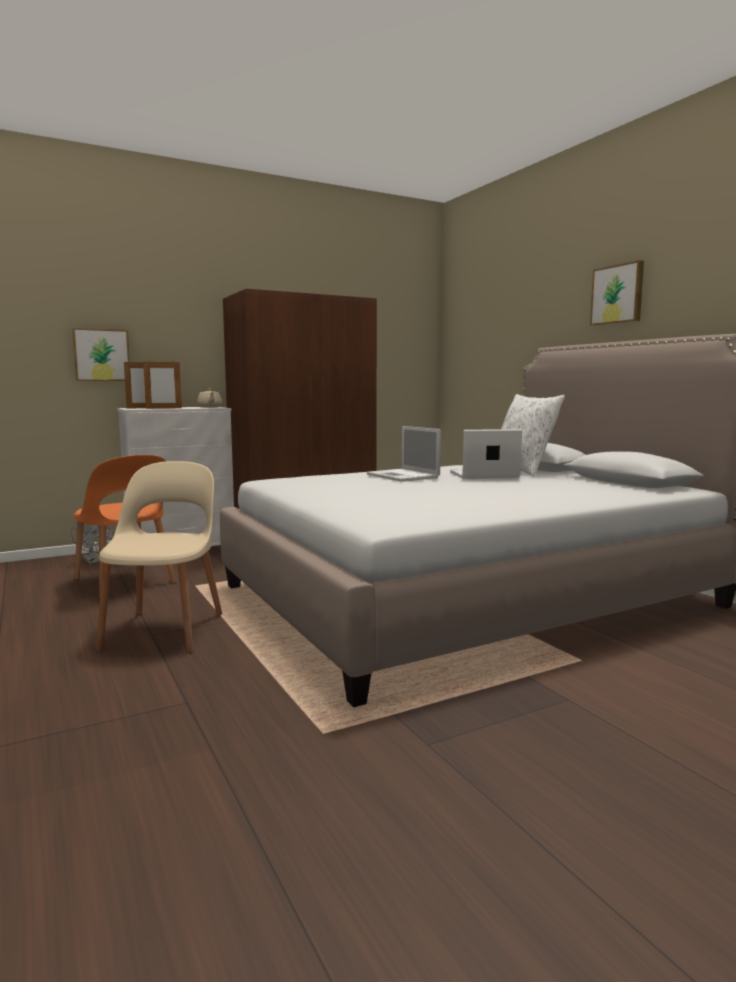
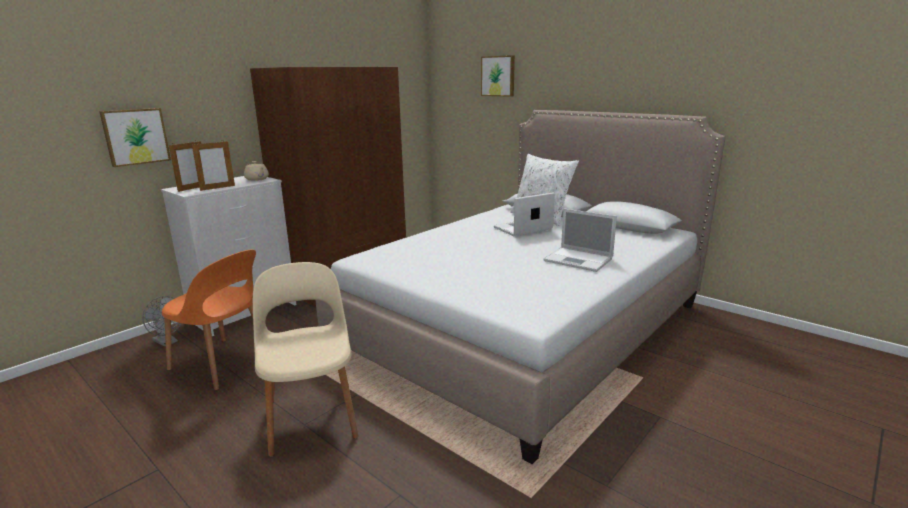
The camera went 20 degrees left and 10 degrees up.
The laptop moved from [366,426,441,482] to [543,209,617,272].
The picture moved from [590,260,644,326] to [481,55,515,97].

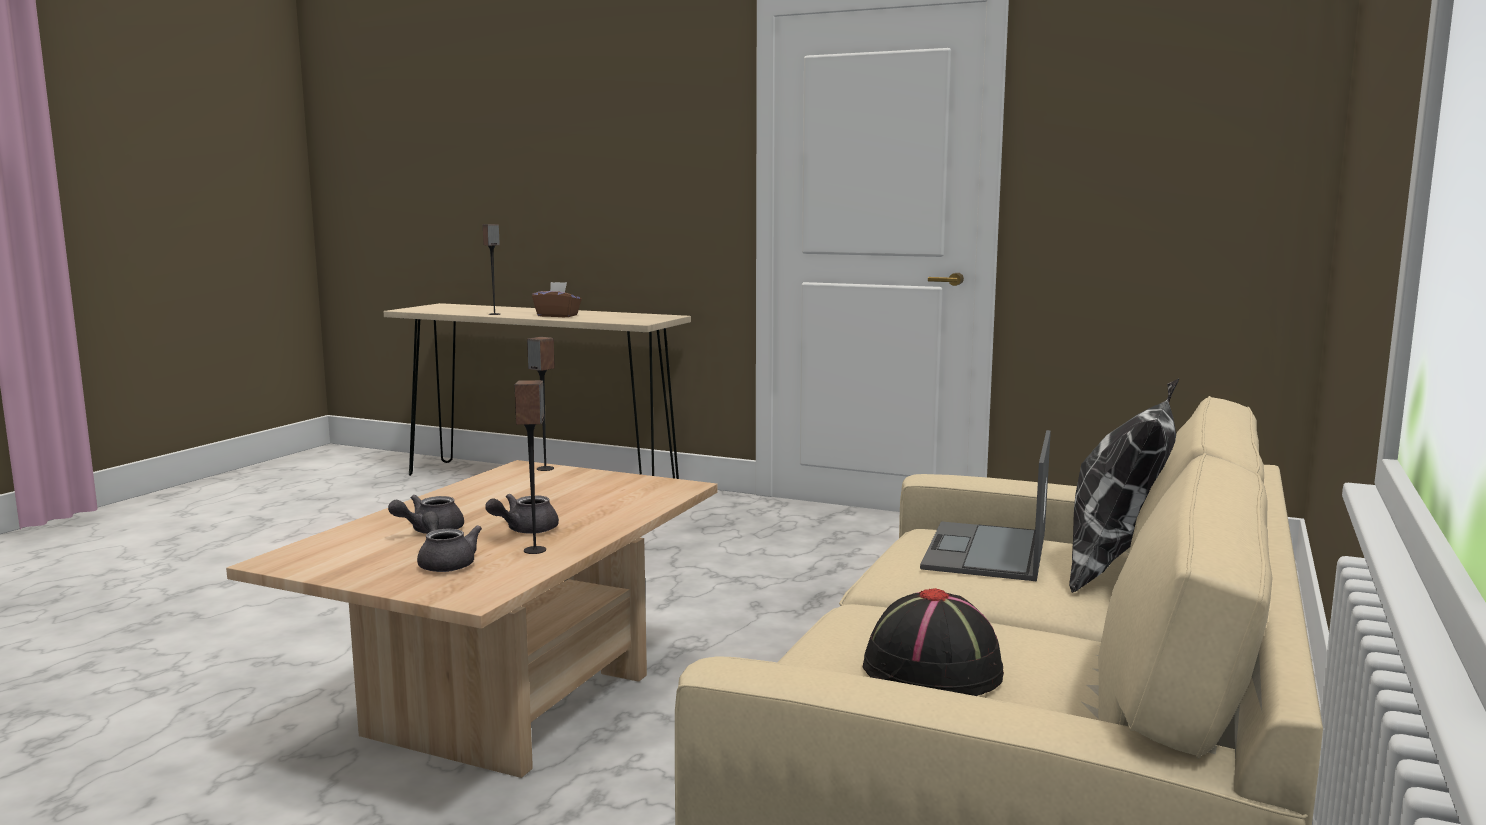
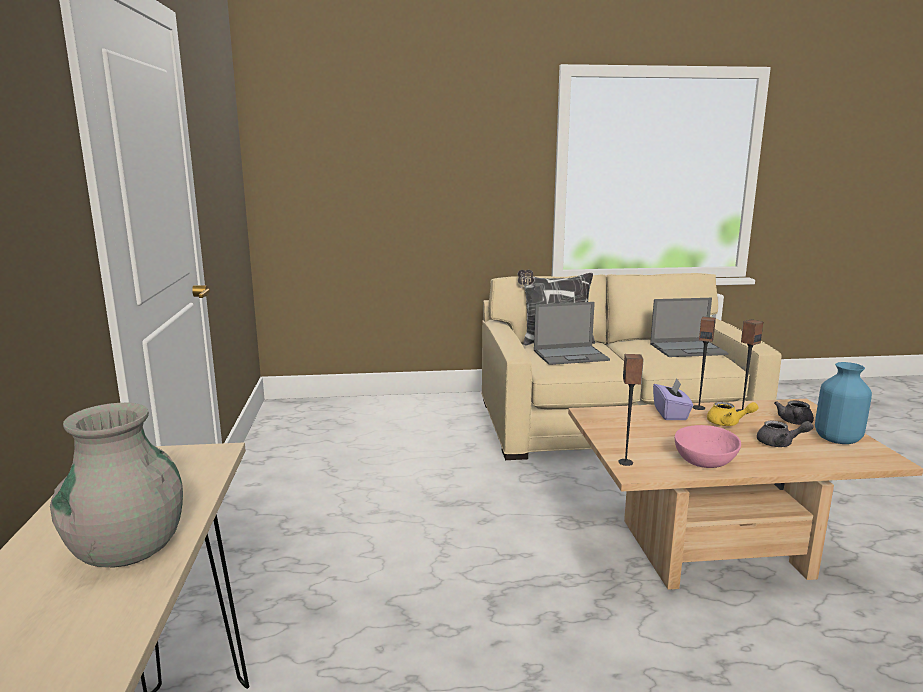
The camera went 120 degrees left and 5 degrees up.
The purple tissue box at [653,378,693,420] appeared.
The pink bowl at [675,425,741,468] appeared.
The blue vase at [815,362,872,444] appeared.
The speaker moved from [483,224,500,315] to [693,317,716,410].
The brown tissue box at [532,282,582,317] was replaced by the grey vase at [50,403,183,567].
The black hat at [863,588,1004,696] was replaced by the laptop at [650,298,728,357].
The grey teapot at [485,494,559,534] became the yellow teapot at [707,402,759,426].

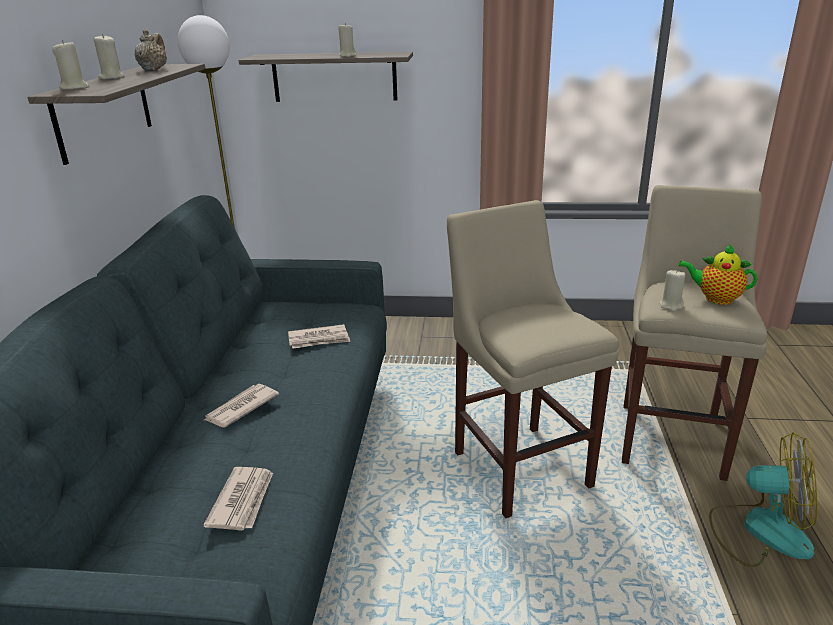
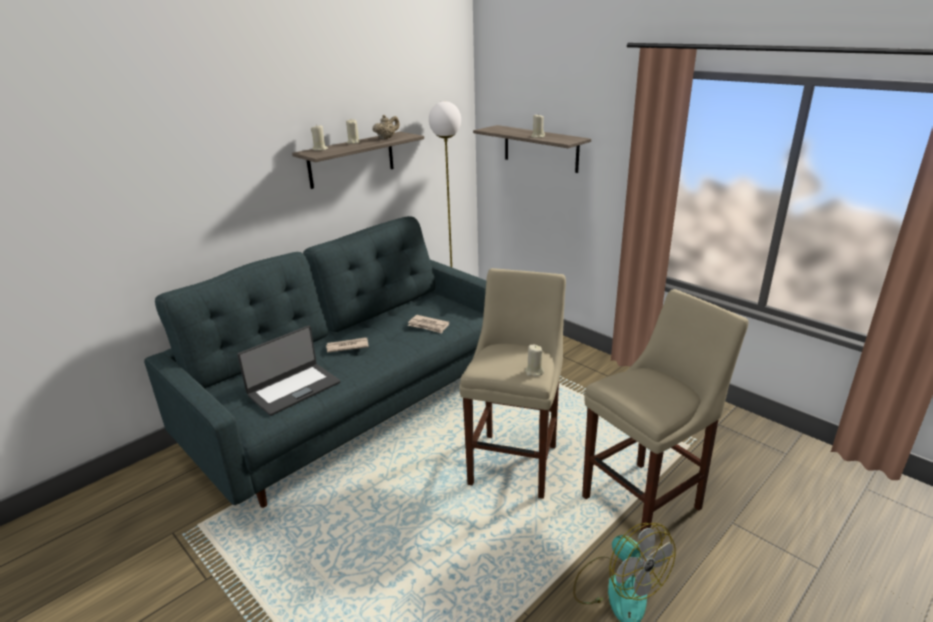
The camera went 40 degrees right and 0 degrees up.
The teapot at [678,244,757,305] disappeared.
The beige candle moved from [659,270,685,311] to [525,345,544,376].
The newspaper at [203,467,273,531] was replaced by the laptop at [237,325,340,416].

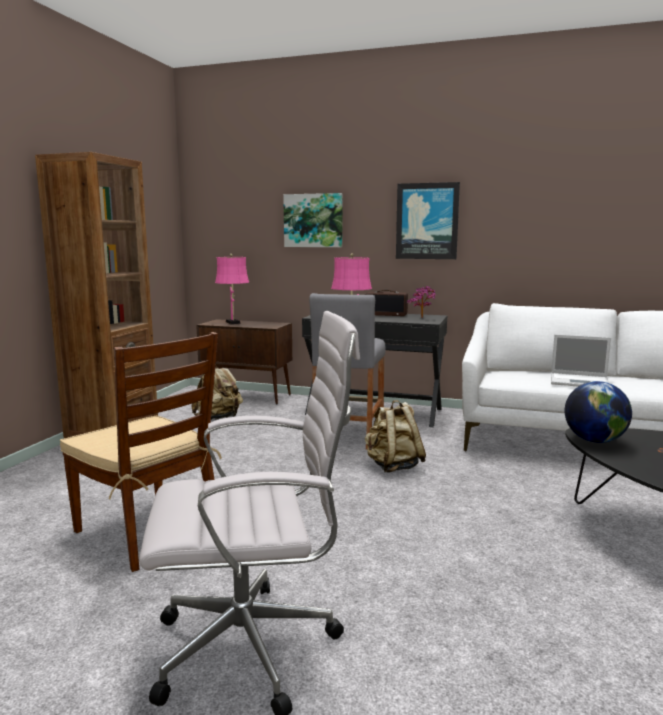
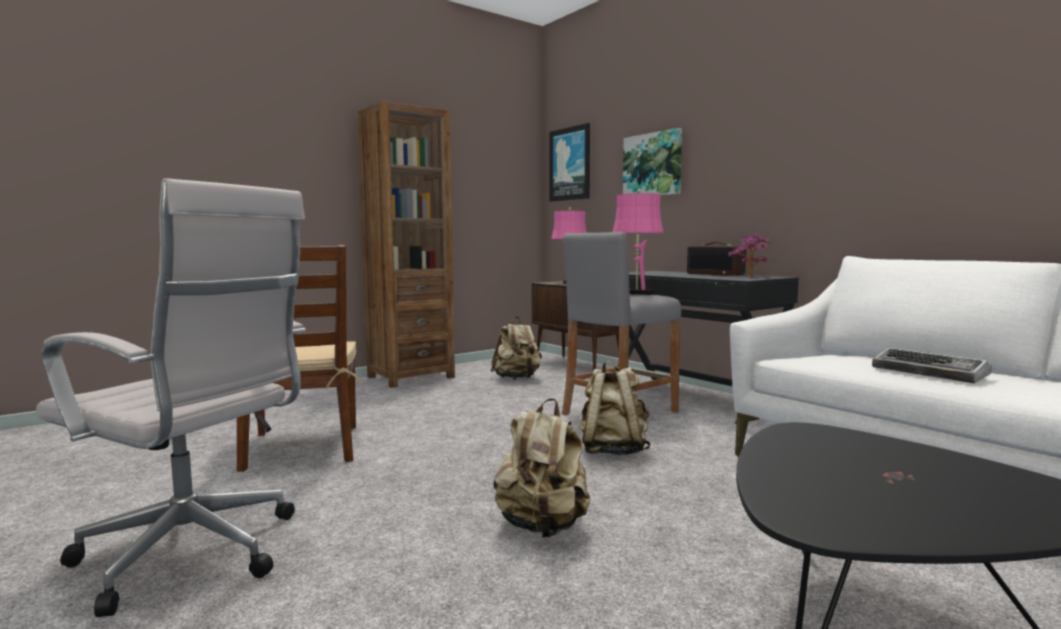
The camera went 35 degrees right and 5 degrees down.
The globe at [565,381,632,443] disappeared.
The beige backpack at [493,398,590,537] appeared.
The picture moved from [396,182,460,259] to [550,123,590,202].
The laptop at [551,334,611,386] was replaced by the keyboard at [872,347,992,383].

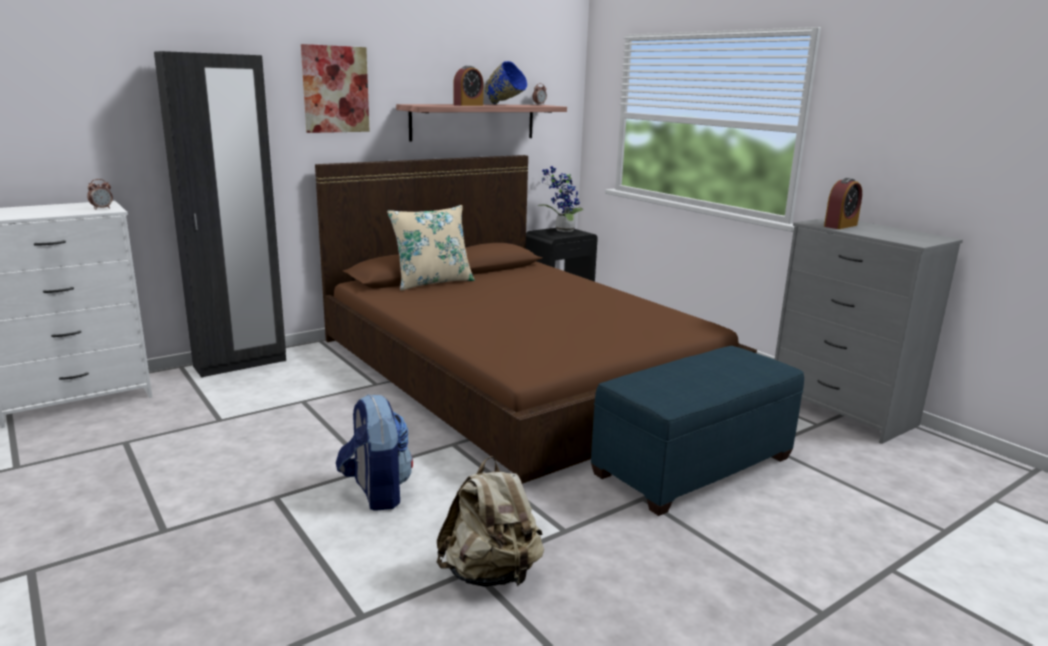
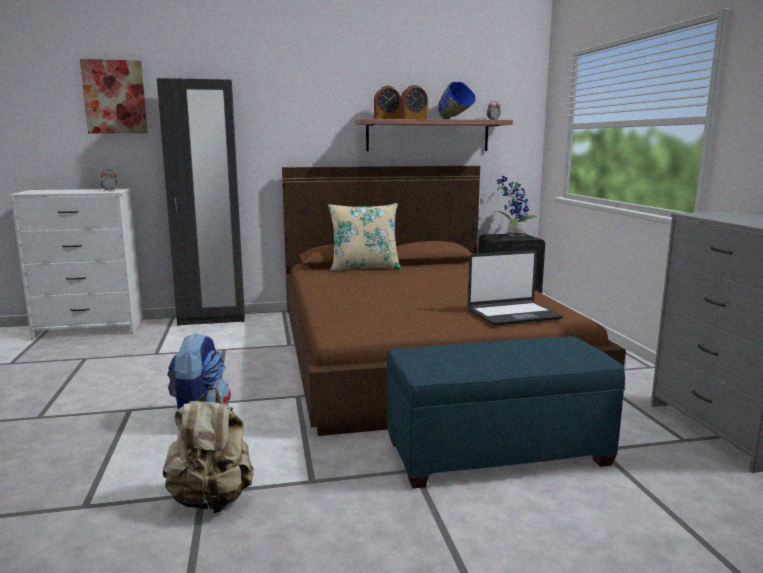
The camera went 25 degrees right and 5 degrees down.
The laptop at [468,250,563,326] appeared.
The picture moved from [301,44,370,133] to [80,59,148,134].
The alarm clock moved from [824,178,862,229] to [374,86,401,119].

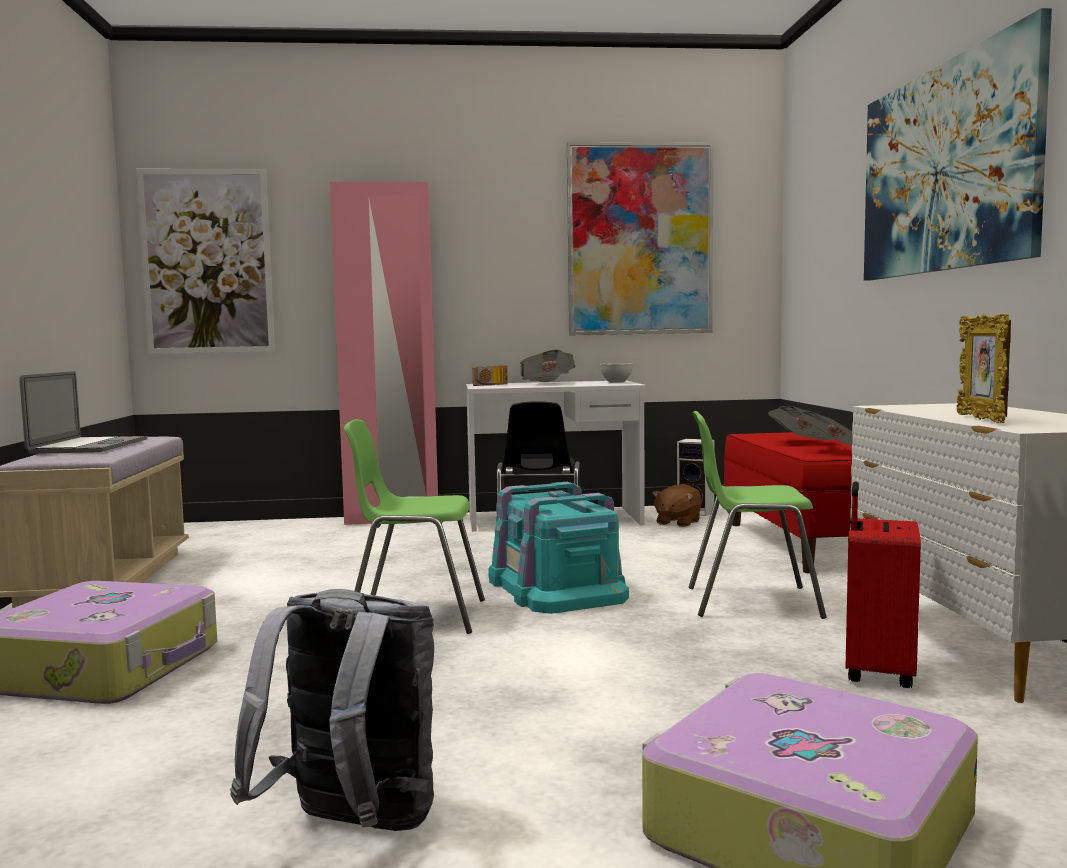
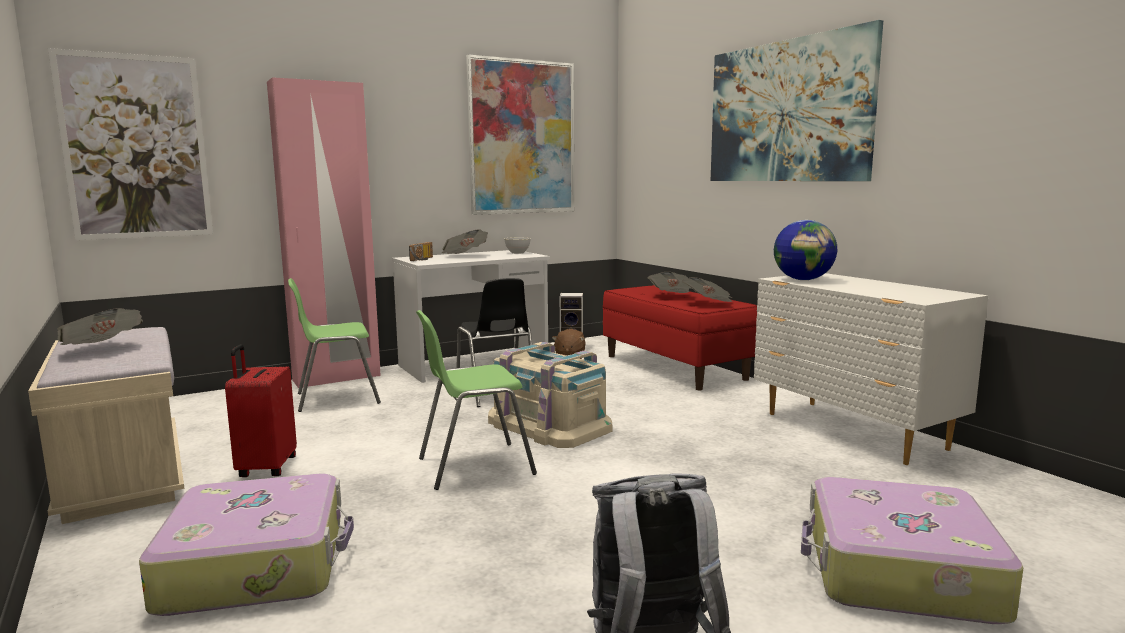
The camera went 25 degrees left and 5 degrees up.
The picture frame at [956,314,1011,423] disappeared.
The globe at [774,220,837,280] appeared.
The green chair moved from [689,411,827,619] to [288,278,381,412].
The red suitcase moved from [846,482,921,688] to [225,344,297,477].
The laptop at [19,371,147,454] was replaced by the newspaper at [57,308,143,345].
The turquoise storage box at [489,482,629,614] became the beige storage box at [488,342,612,448].

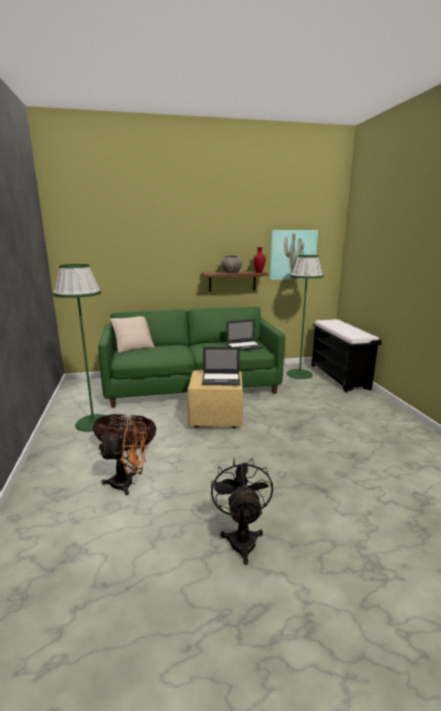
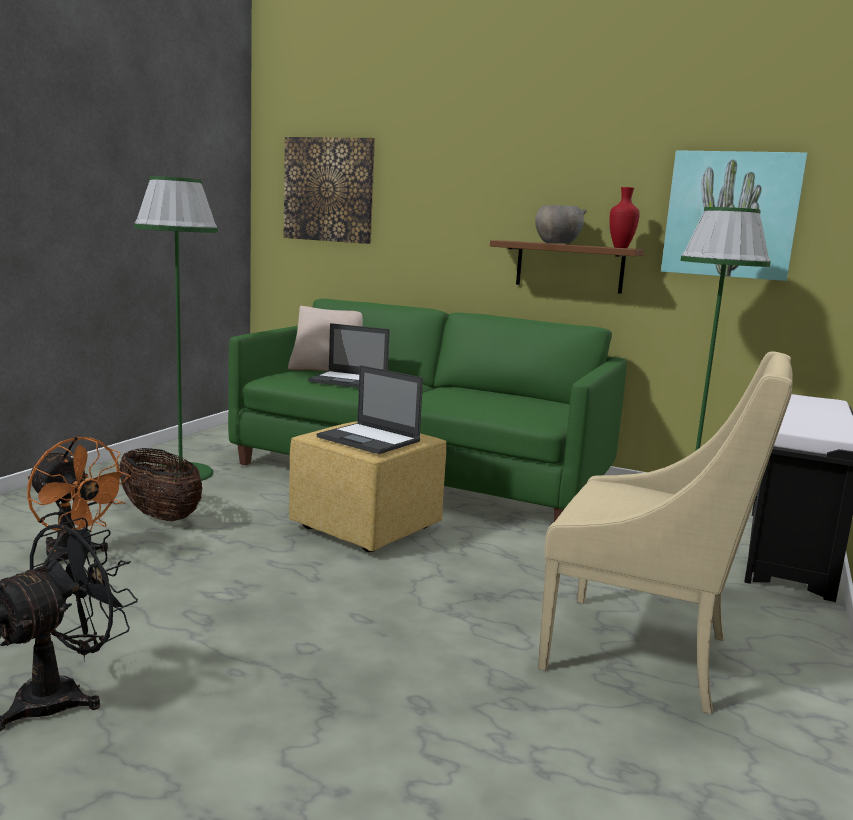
The camera went 35 degrees right and 5 degrees down.
The picture at [284,137,375,244] appeared.
The beige armchair at [538,351,793,714] appeared.
The laptop moved from [226,319,263,351] to [308,323,390,388].

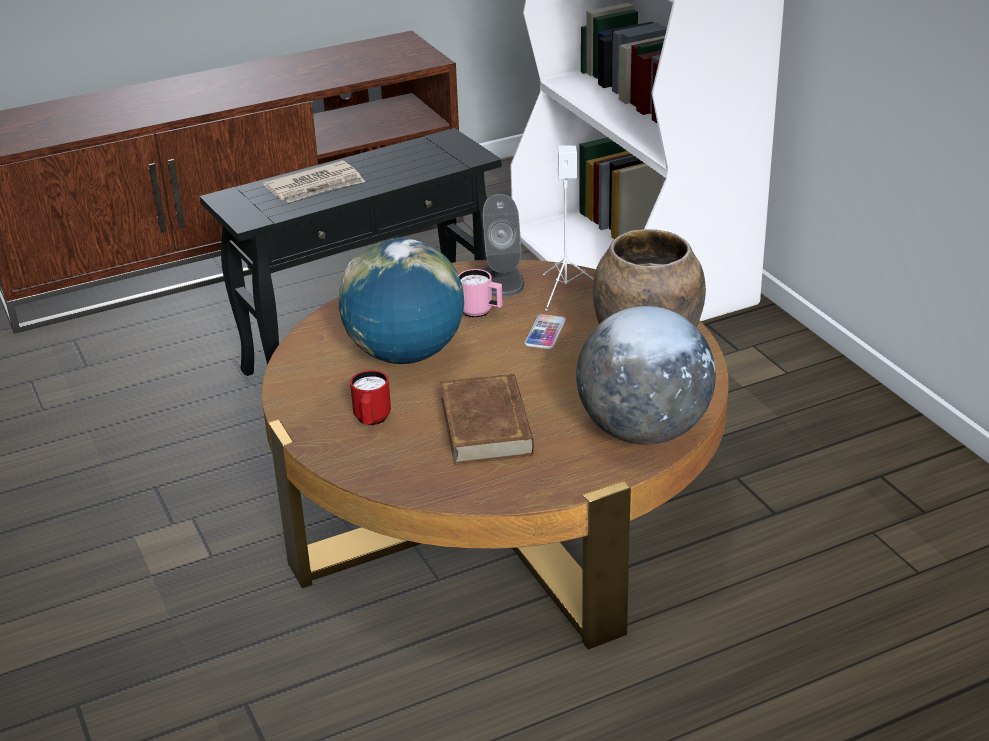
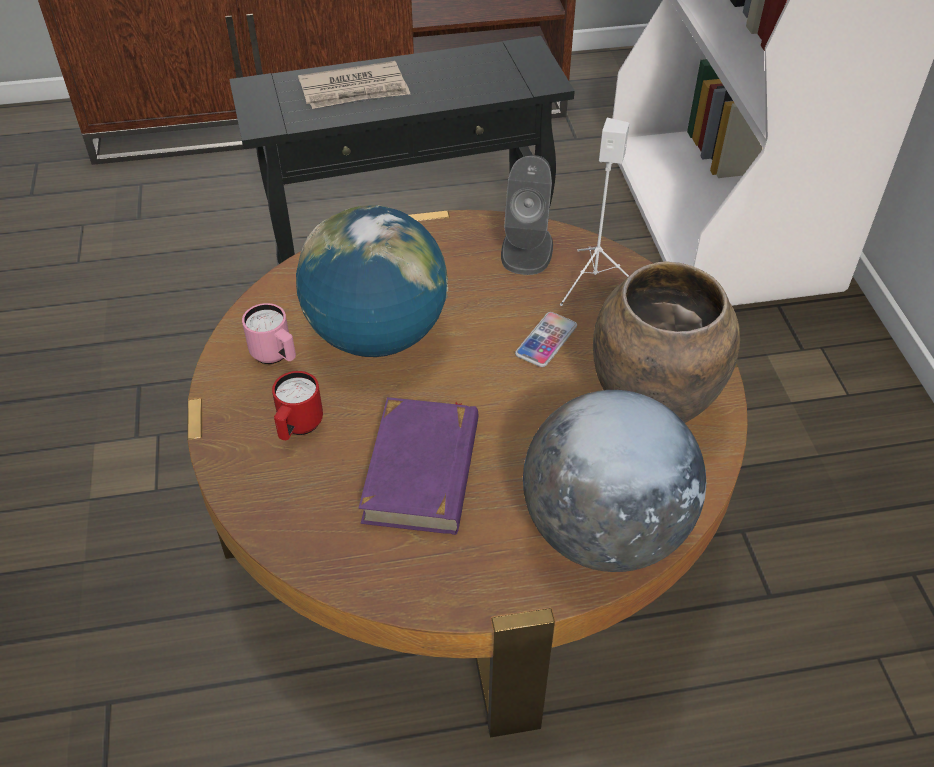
The camera went 15 degrees right and 15 degrees up.
The pink mug moved from [458,269,503,318] to [242,303,296,364].
The brown book at [440,374,534,465] became the purple book at [359,397,478,535].

